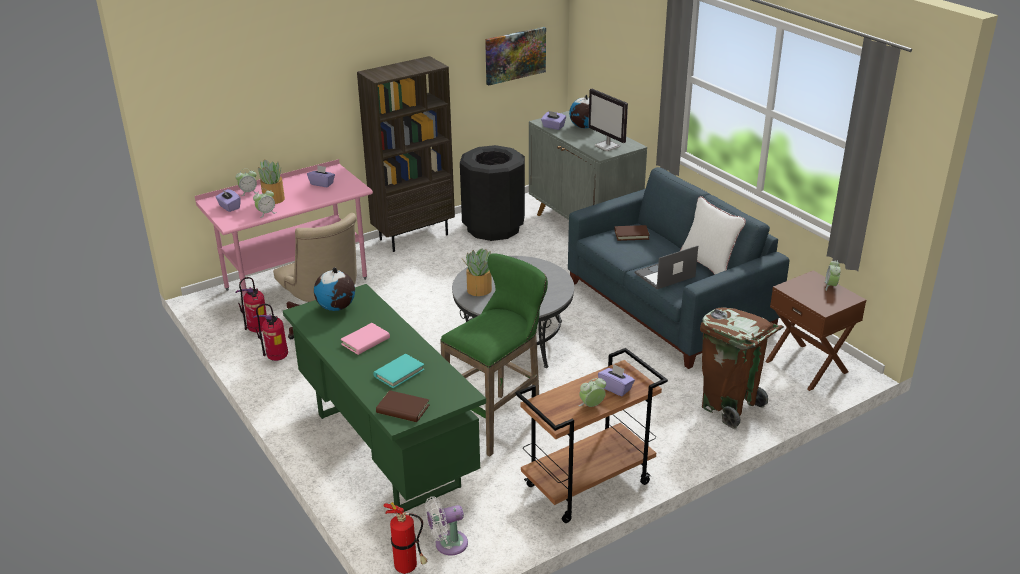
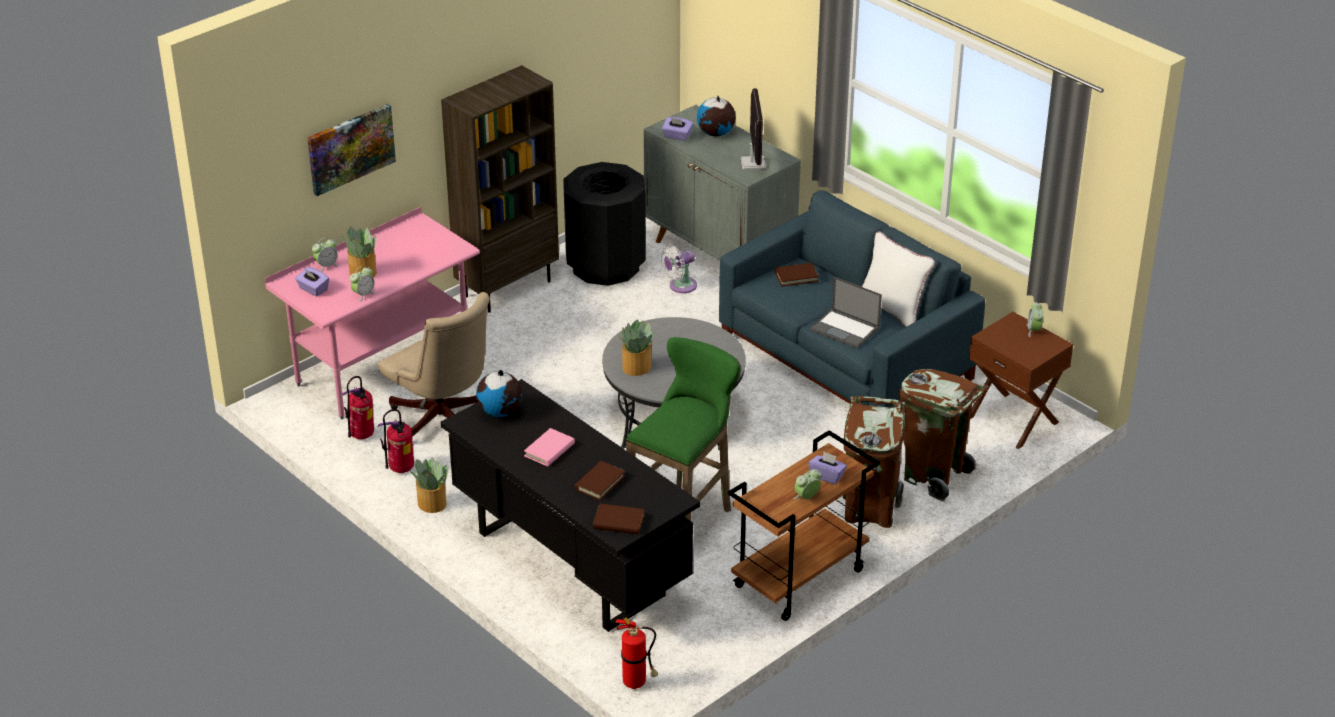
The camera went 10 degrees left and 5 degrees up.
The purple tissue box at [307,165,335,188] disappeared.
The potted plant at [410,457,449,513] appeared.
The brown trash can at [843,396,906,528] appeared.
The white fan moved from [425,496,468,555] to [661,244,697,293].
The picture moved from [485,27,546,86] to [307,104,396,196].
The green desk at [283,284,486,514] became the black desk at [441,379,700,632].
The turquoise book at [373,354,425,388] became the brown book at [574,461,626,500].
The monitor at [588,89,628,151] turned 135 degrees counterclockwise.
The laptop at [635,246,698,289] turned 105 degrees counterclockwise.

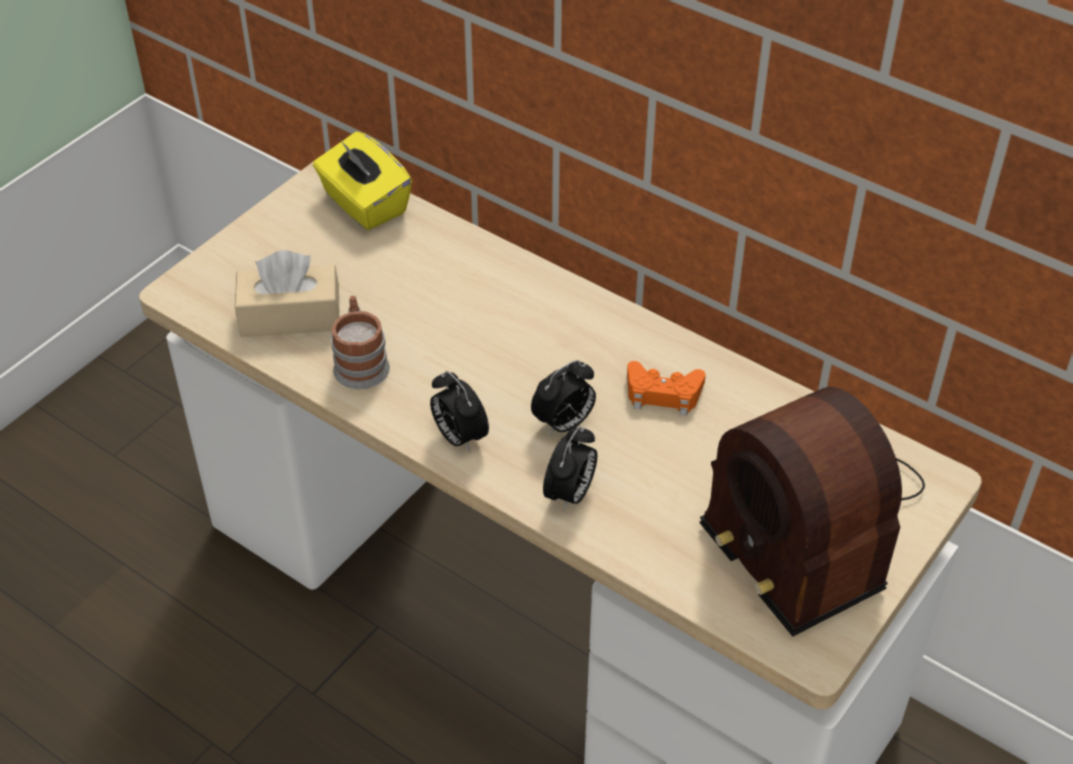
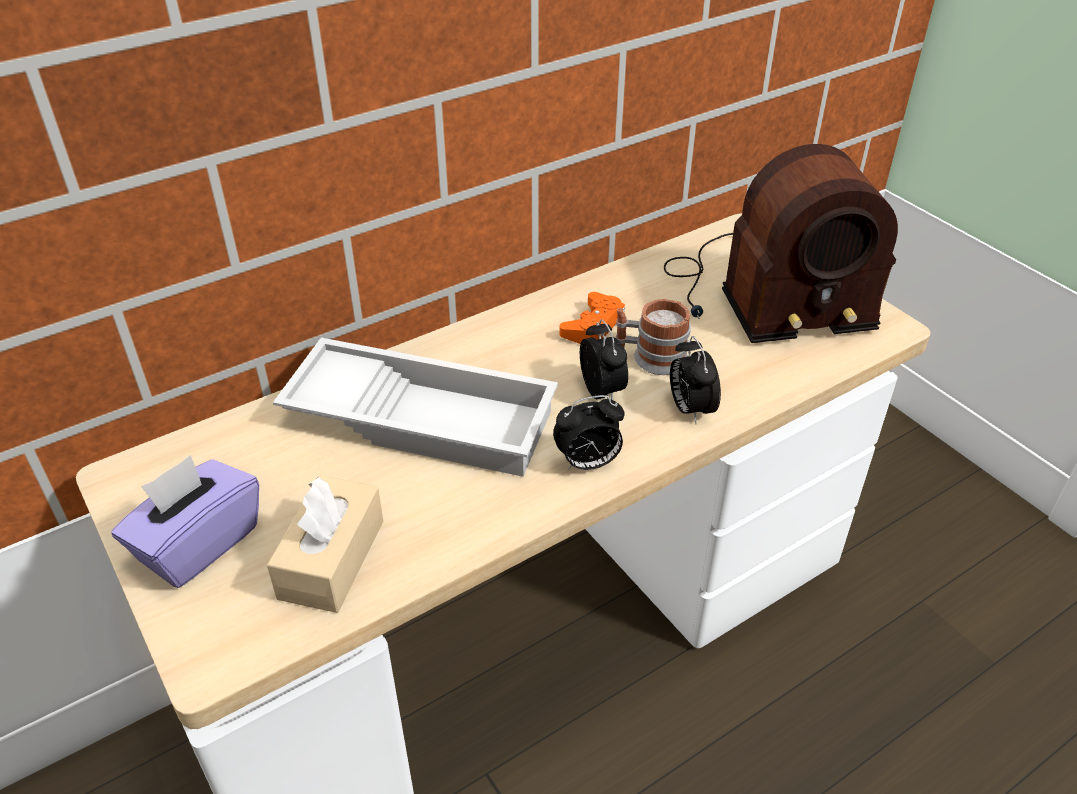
The camera went 70 degrees left and 5 degrees down.
The yellow tissue box at [313,131,412,230] disappeared.
The purple tissue box at [111,455,259,588] appeared.
The white tray at [273,338,558,477] appeared.
The mug moved from [331,296,390,389] to [615,299,691,375].
The alarm clock at [543,427,597,511] turned 150 degrees counterclockwise.

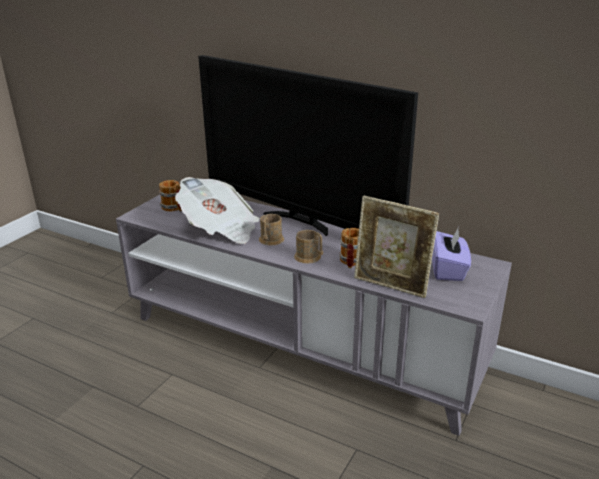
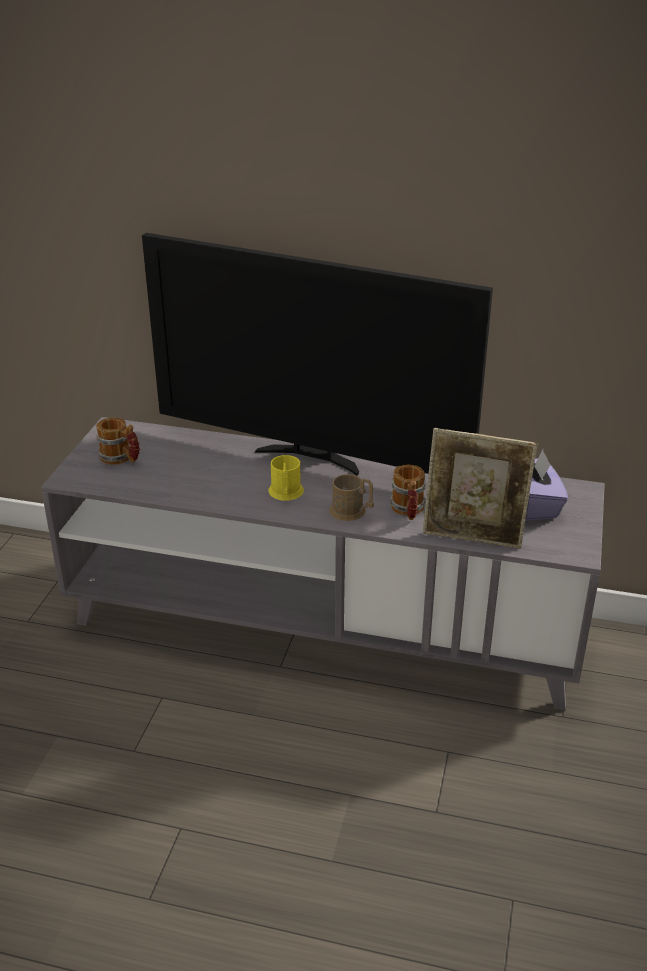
The camera went 15 degrees left and 5 degrees up.
The newspaper at [175,177,259,244] disappeared.
The brown mug at [259,214,284,246] became the yellow mug at [268,455,304,501].

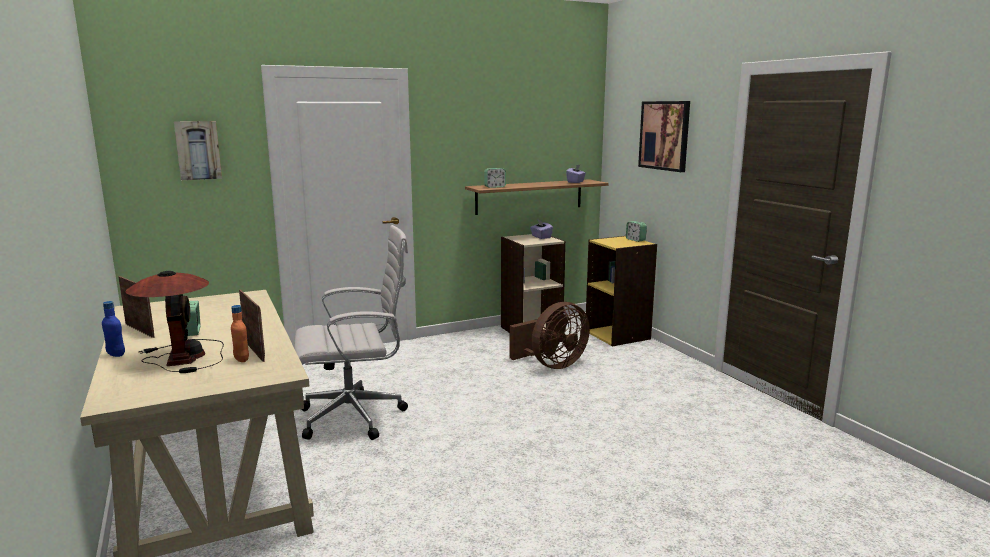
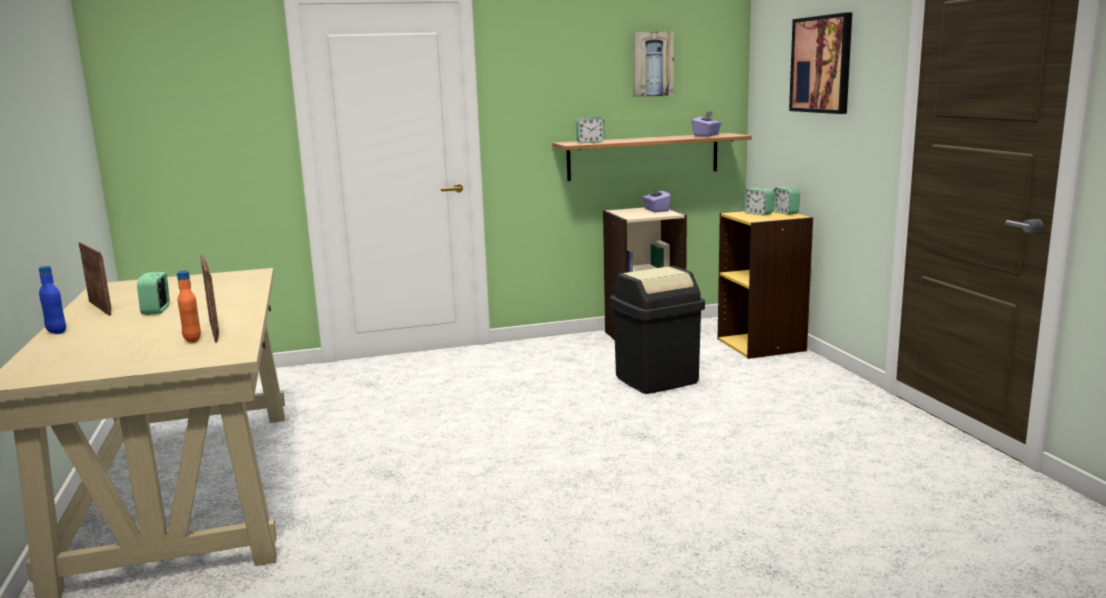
The camera went 10 degrees right and 0 degrees up.
The table lamp at [126,271,224,373] disappeared.
The white office chair at [294,225,408,440] disappeared.
The alarm clock at [744,188,774,216] appeared.
The picture moved from [174,121,222,180] to [633,31,674,97].
The brown fan at [509,302,590,369] was replaced by the black trash can at [610,266,705,394].

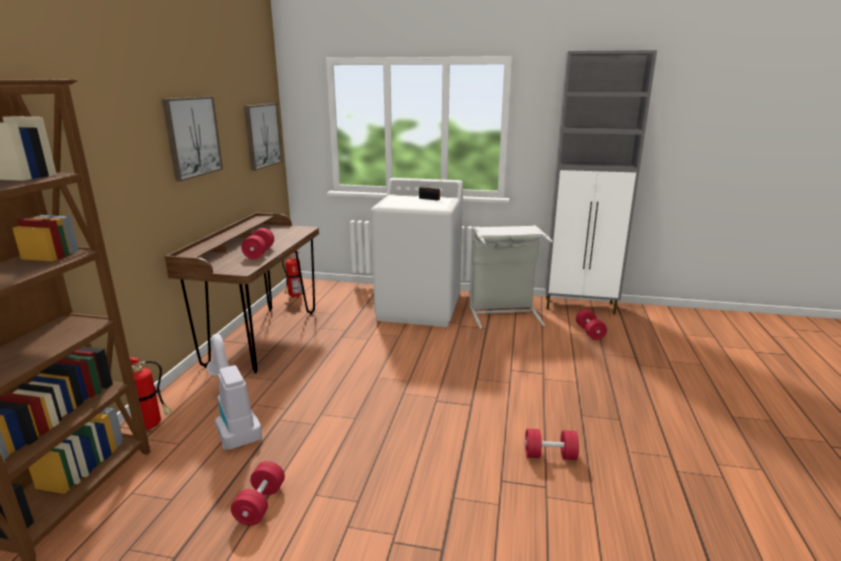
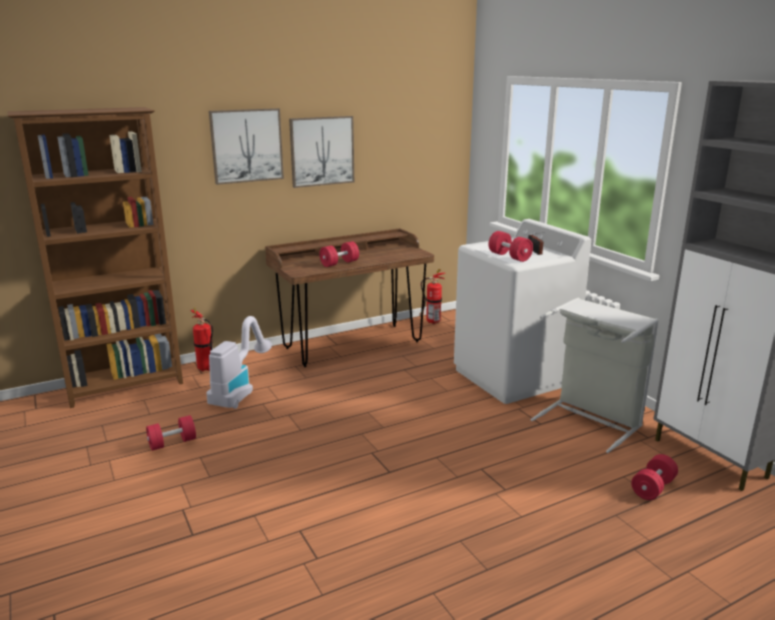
The camera went 50 degrees right and 0 degrees up.
The picture moved from [244,103,282,171] to [209,108,284,185].
The red dumbbell moved from [524,429,579,460] to [489,231,533,262].

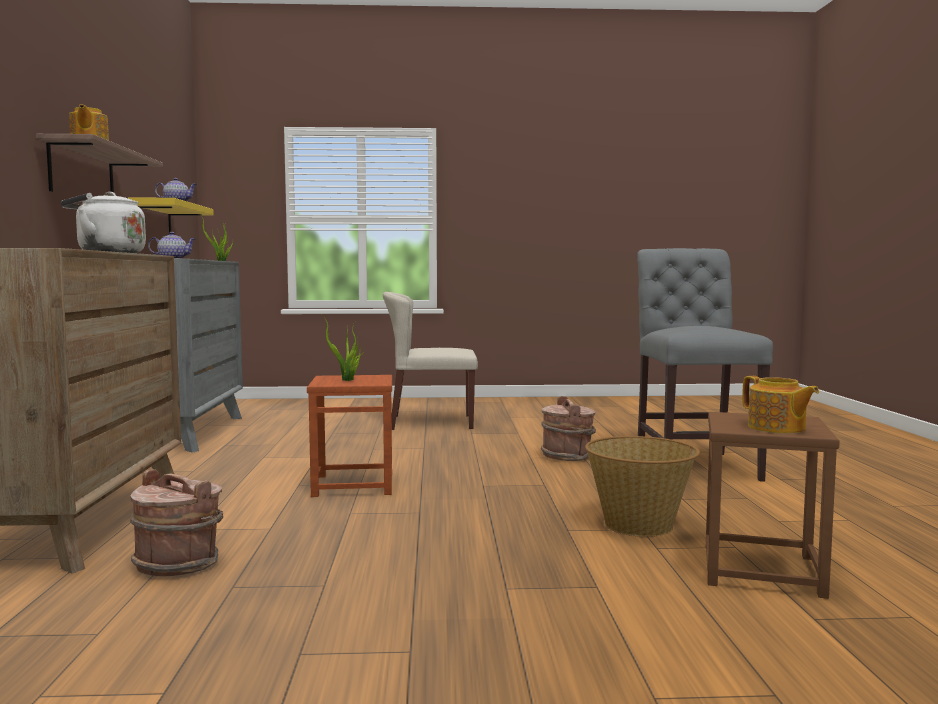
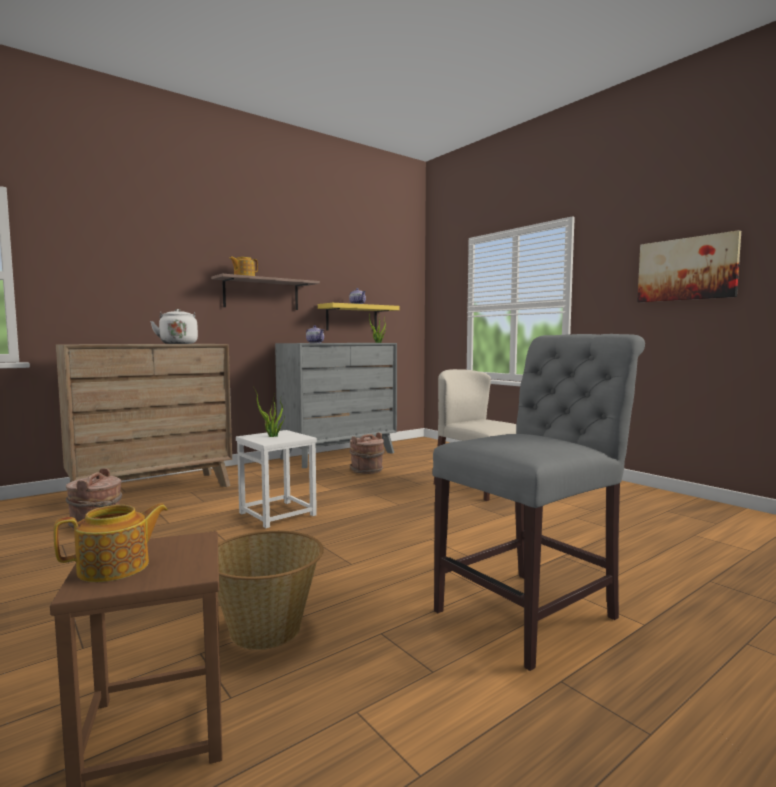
The camera went 55 degrees right and 0 degrees up.
The picture at [637,230,741,302] appeared.
The brown bucket moved from [541,396,596,461] to [349,432,385,474].
The brown stool at [307,375,393,497] became the white stool at [236,430,317,528].
The teapot at [742,376,819,434] turned 150 degrees counterclockwise.

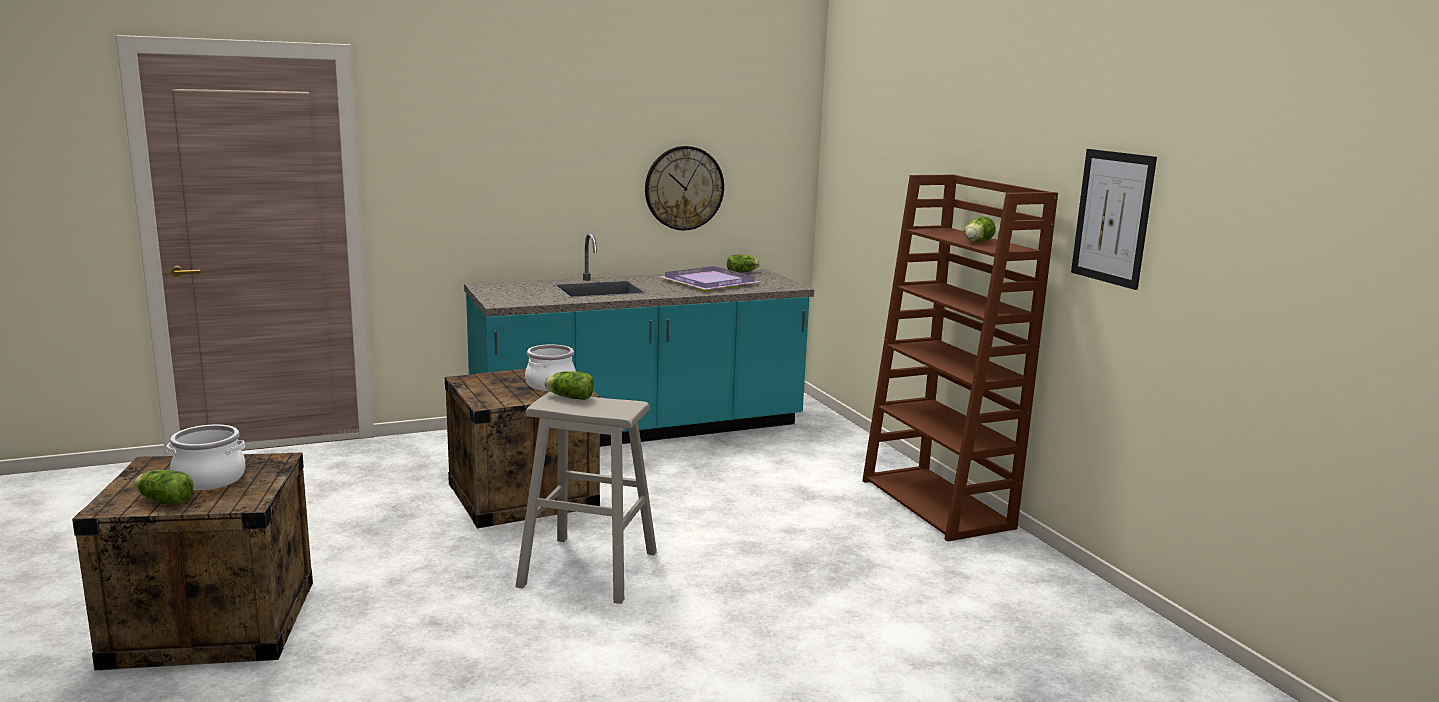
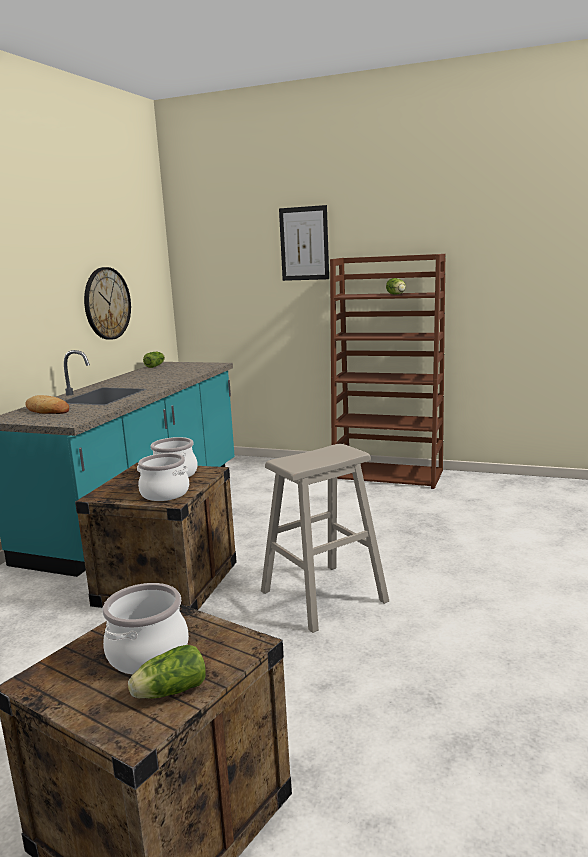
The camera went 45 degrees left and 0 degrees up.
The lettuce at [545,371,594,400] disappeared.
The purple tray at [660,266,760,292] disappeared.
The bread at [25,395,69,414] appeared.
The cooking pot at [137,453,189,501] appeared.
The picture moved from [1071,149,1157,290] to [279,205,329,281].

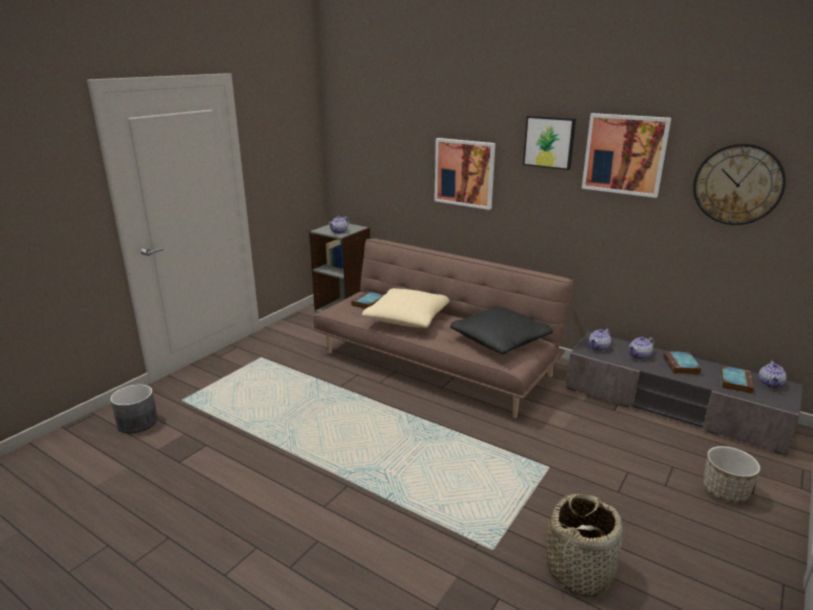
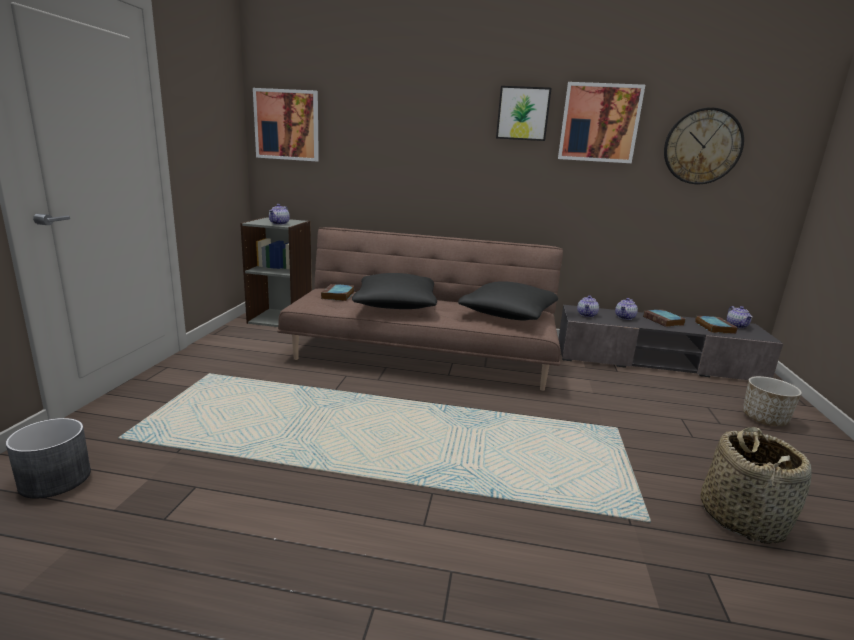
The camera went 25 degrees left and 5 degrees down.
The picture moved from [434,138,495,210] to [253,88,319,161].
The beige pillow at [362,288,450,328] became the black pillow at [352,273,437,309].

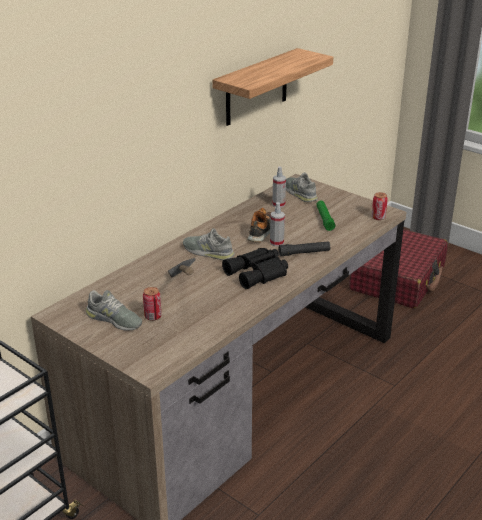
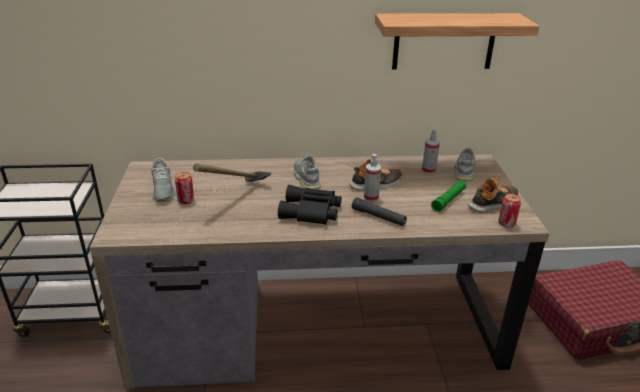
The camera went 45 degrees right and 0 degrees up.
The shoe at [468,177,518,212] appeared.

